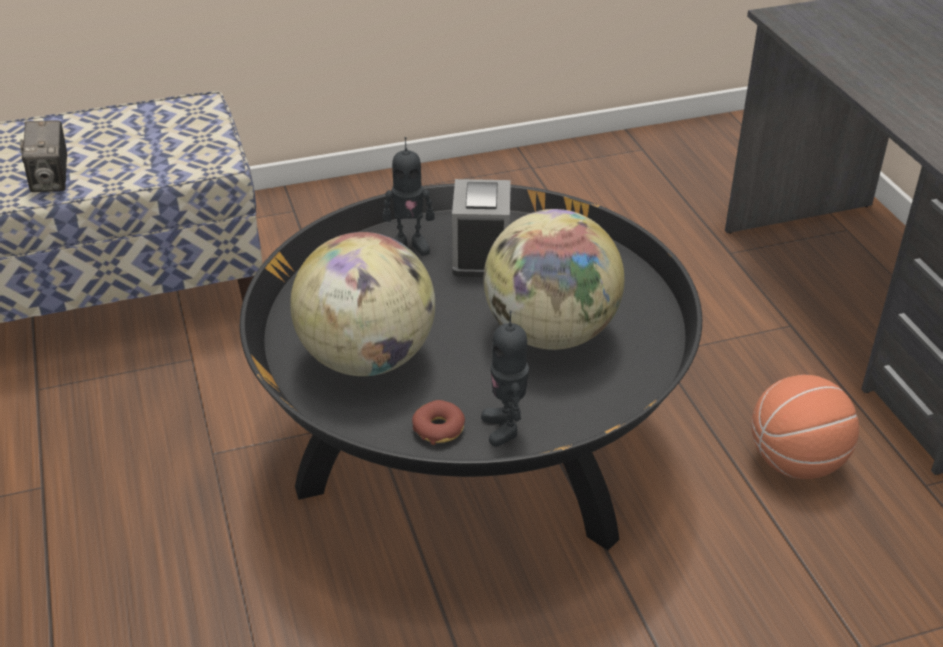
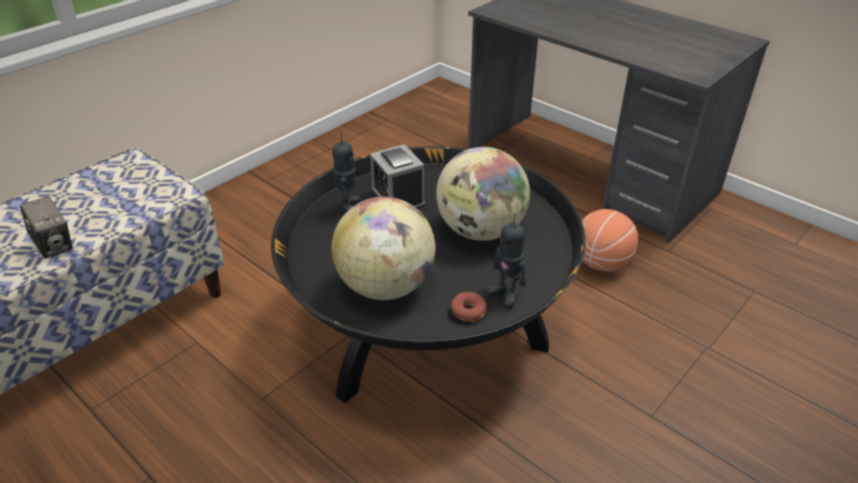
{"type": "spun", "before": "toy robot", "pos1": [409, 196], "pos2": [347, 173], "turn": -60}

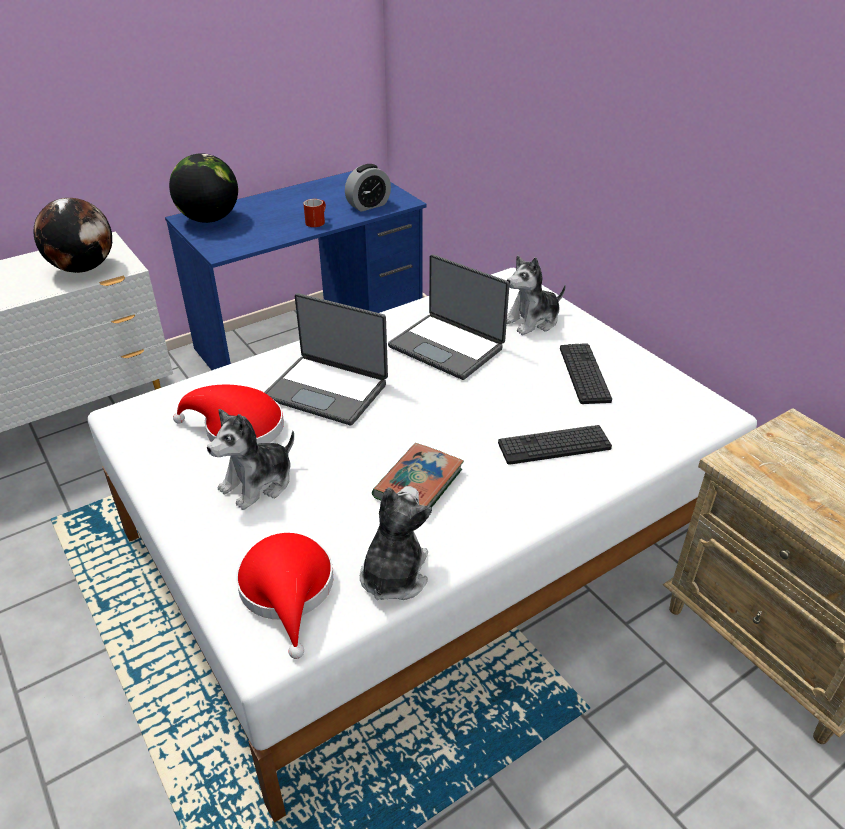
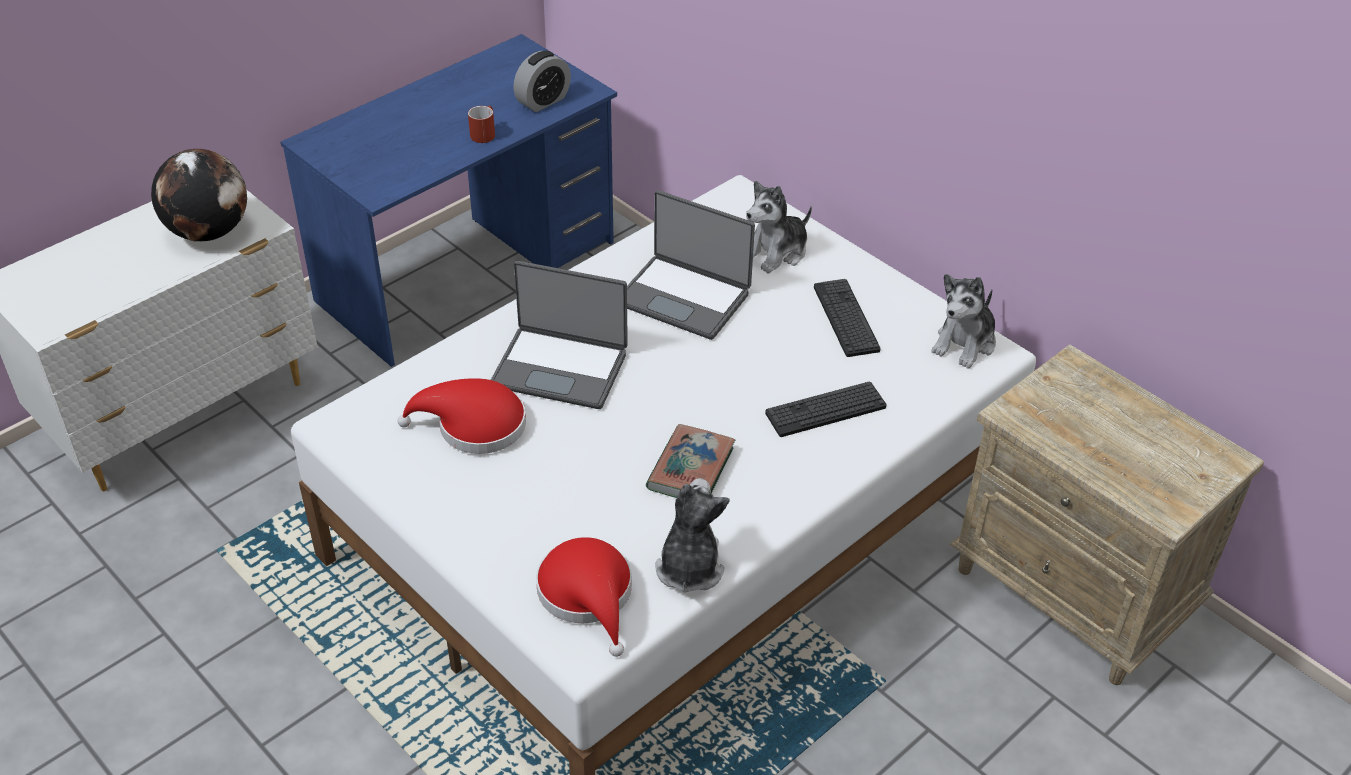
{"type": "missing", "before": "globe", "pos1": [203, 188]}
{"type": "relocated", "before": "cuddly toy", "pos1": [250, 459], "pos2": [963, 321]}

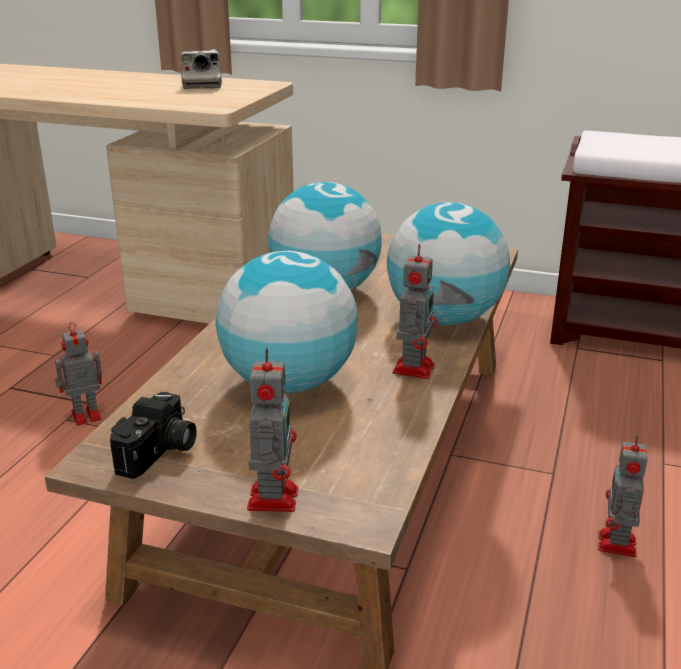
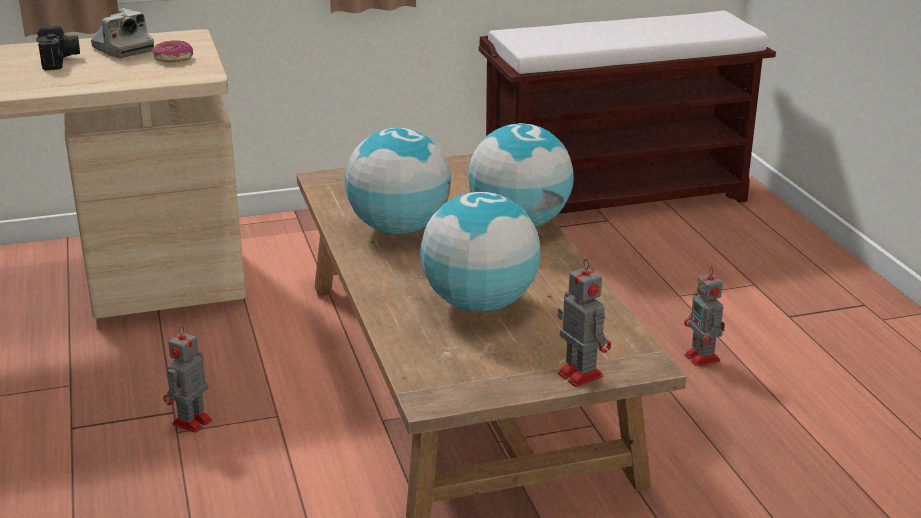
{"type": "missing", "before": "toy robot", "pos1": [415, 311]}
{"type": "relocated", "before": "still camera", "pos1": [153, 435], "pos2": [58, 48]}
{"type": "appeared", "after": "doughnut", "pos2": [172, 51]}

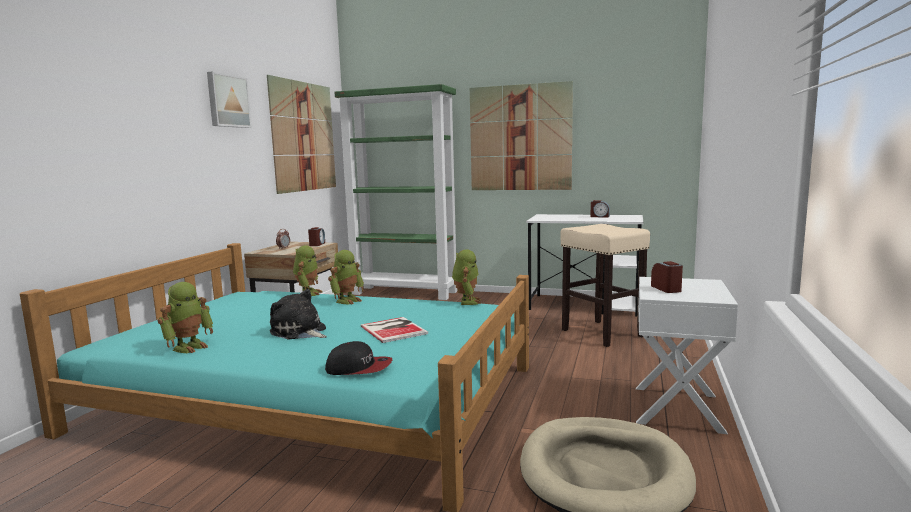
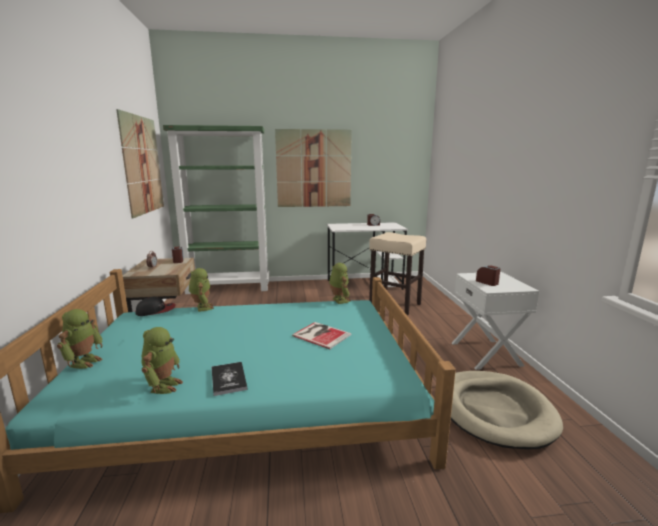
{"type": "missing", "before": "wall art", "pos1": [229, 100]}
{"type": "relocated", "before": "toy robot", "pos1": [346, 277], "pos2": [80, 339]}
{"type": "missing", "before": "cuddly toy", "pos1": [298, 314]}
{"type": "relocated", "before": "peaked cap", "pos1": [358, 358], "pos2": [155, 306]}
{"type": "appeared", "after": "book", "pos2": [229, 379]}

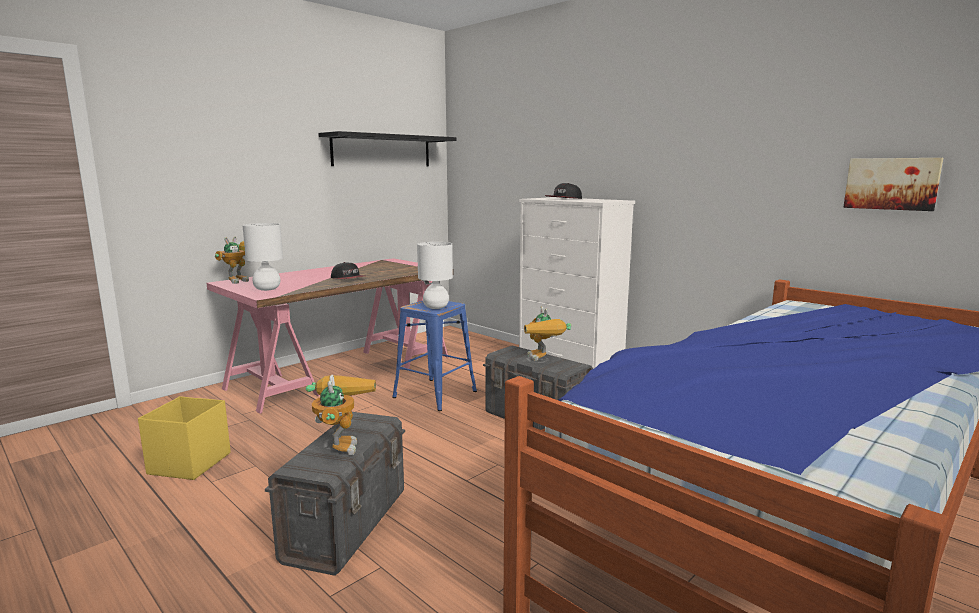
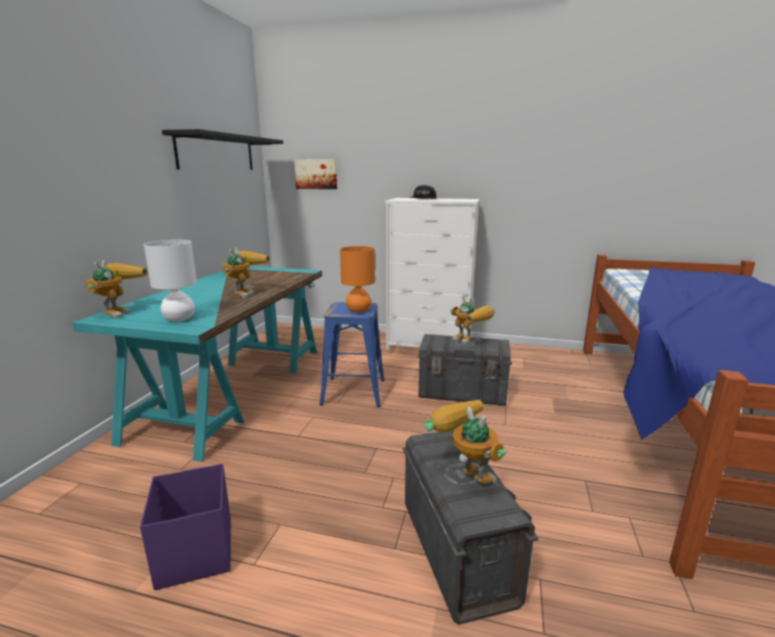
{"type": "relocated", "before": "wall art", "pos1": [893, 184], "pos2": [315, 174]}
{"type": "colour", "before": "whitish tabletop lamp", "after": "orangey tabletop lamp", "pos1": [435, 275], "pos2": [357, 279]}
{"type": "colour", "before": "pink desk unit", "after": "blue-green desk unit", "pos1": [330, 336], "pos2": [197, 364]}
{"type": "exchanged", "before": "peaked cap", "after": "toy robot", "pos1": [347, 270], "pos2": [246, 272]}
{"type": "colour", "before": "yellow storage container", "after": "purple storage container", "pos1": [184, 438], "pos2": [185, 527]}

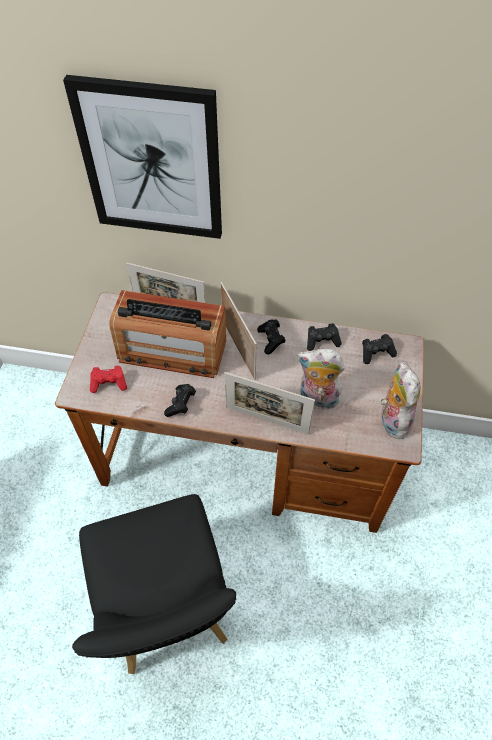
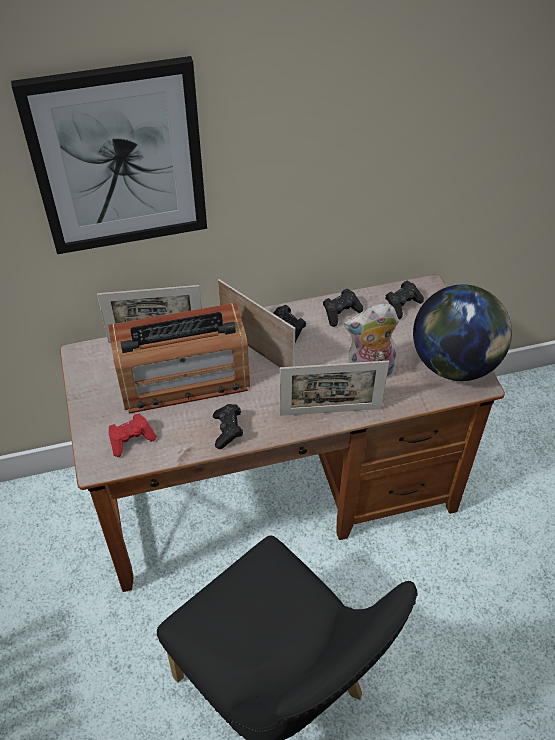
{"type": "exchanged", "before": "cuddly toy", "after": "globe", "pos1": [400, 400], "pos2": [462, 332]}

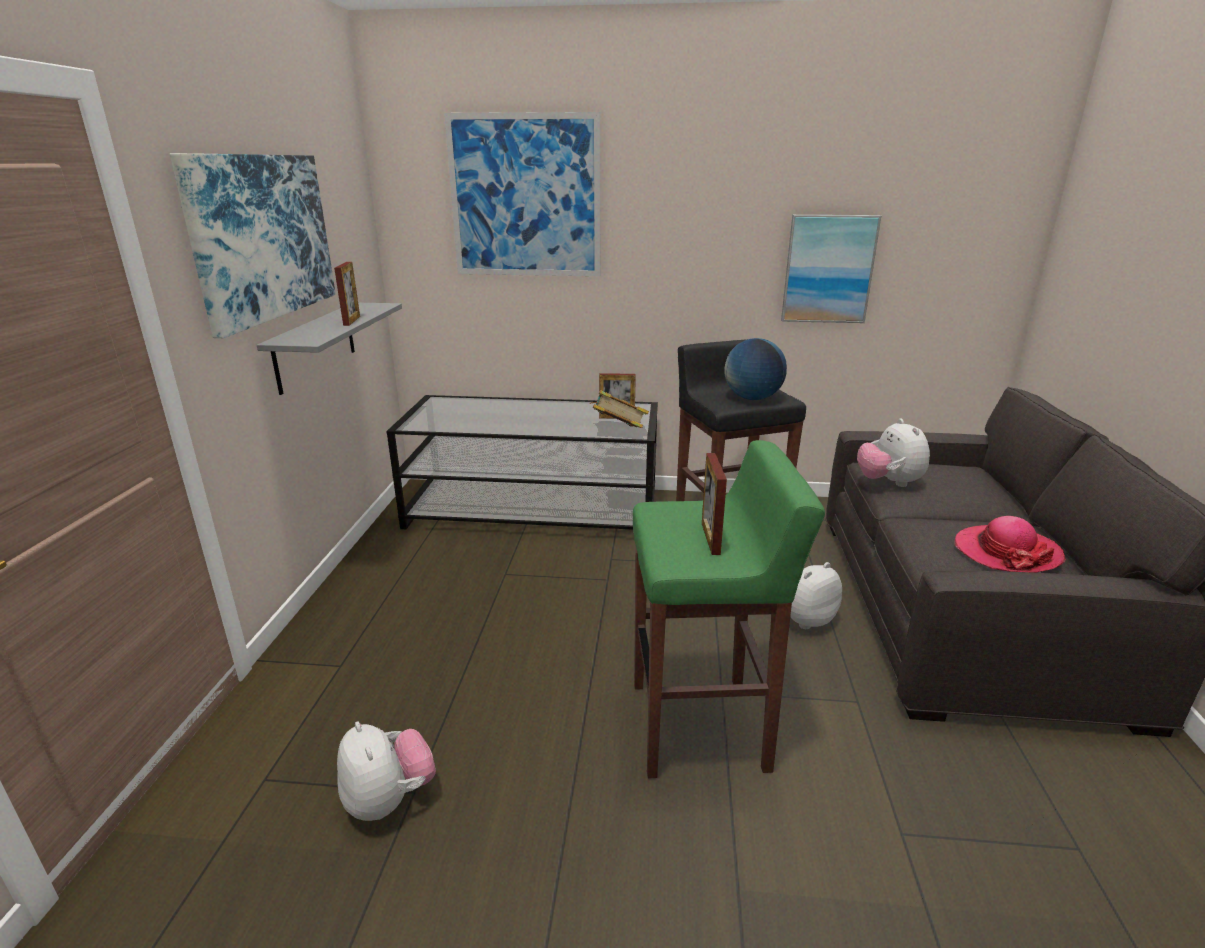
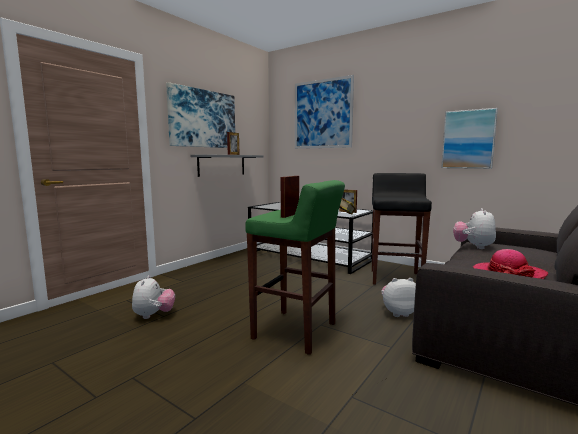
{"type": "missing", "before": "globe", "pos1": [755, 369]}

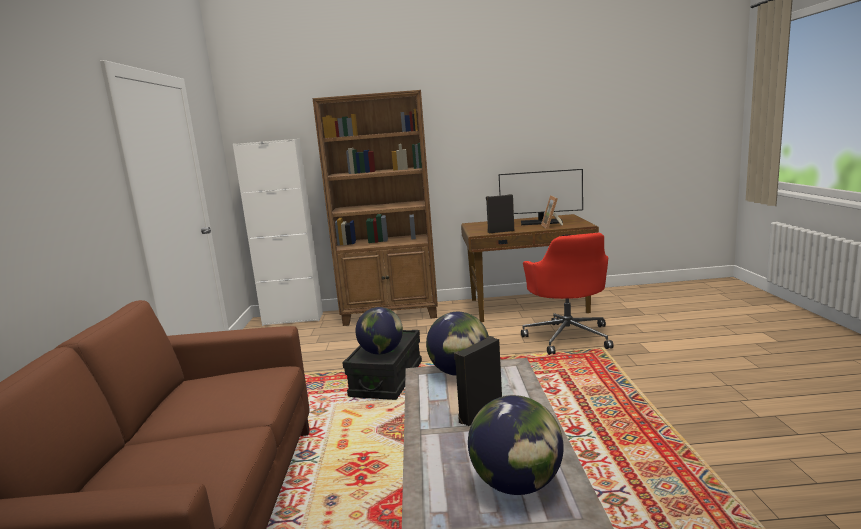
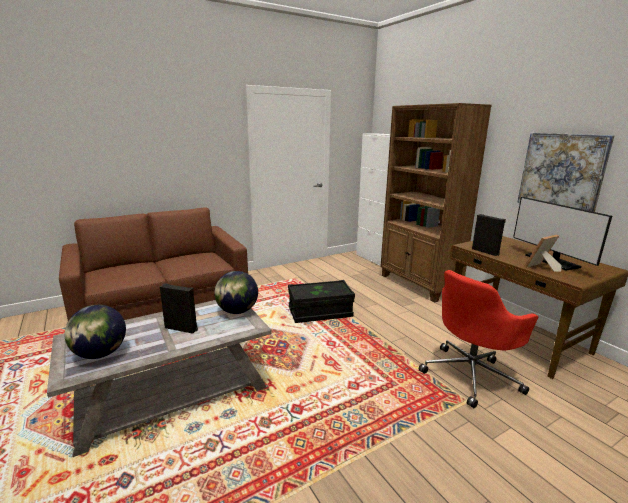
{"type": "missing", "before": "globe", "pos1": [379, 331]}
{"type": "appeared", "after": "wall art", "pos2": [566, 172]}

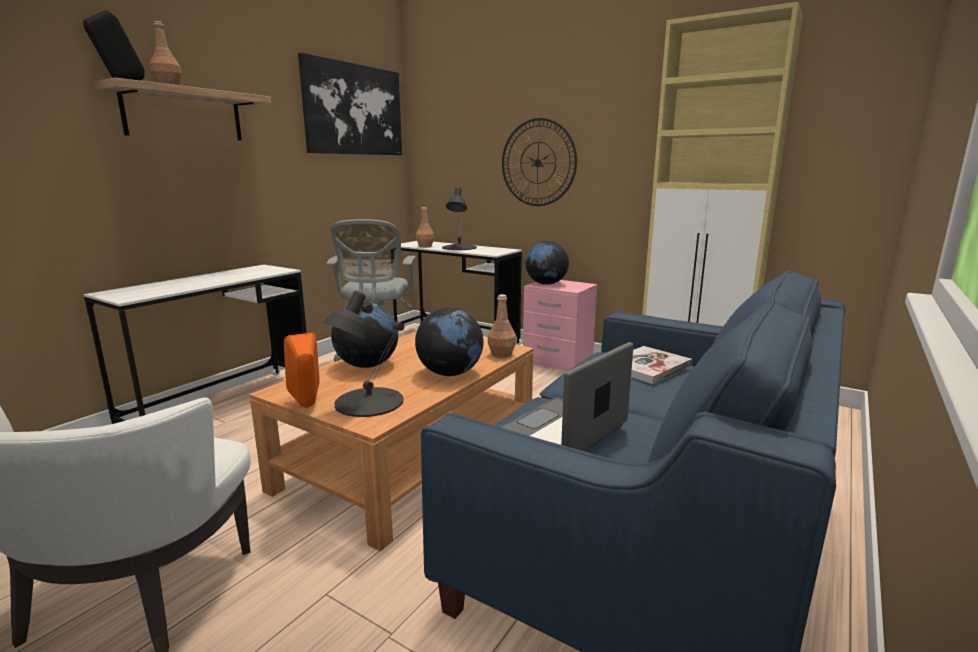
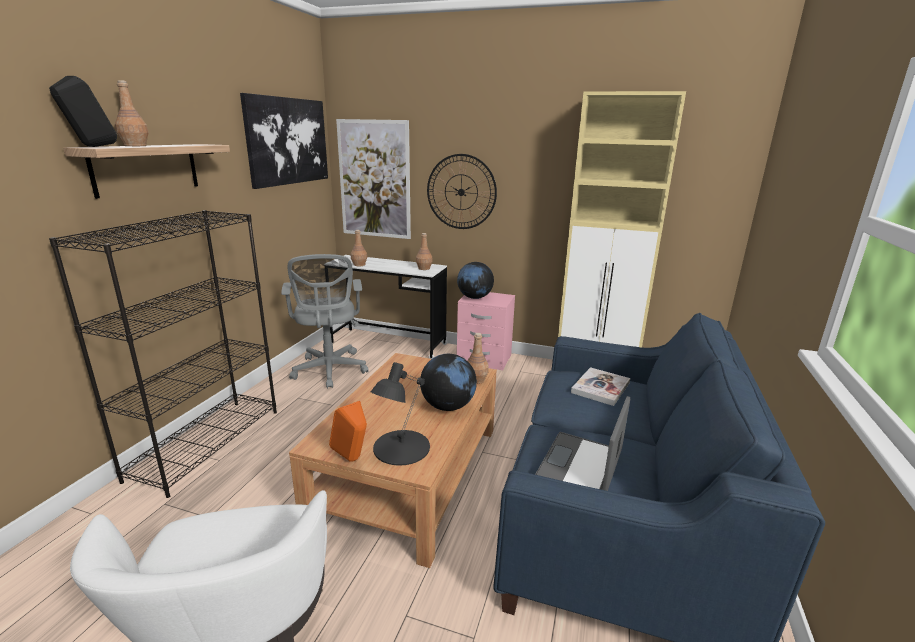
{"type": "missing", "before": "blackish tabletop lamp", "pos1": [459, 218]}
{"type": "exchanged", "before": "whitish desk unit", "after": "blackish bookcase", "pos1": [195, 344], "pos2": [163, 354]}
{"type": "missing", "before": "globe", "pos1": [364, 335]}
{"type": "appeared", "after": "wall art", "pos2": [373, 179]}
{"type": "appeared", "after": "brownish beverage bottle", "pos2": [424, 251]}

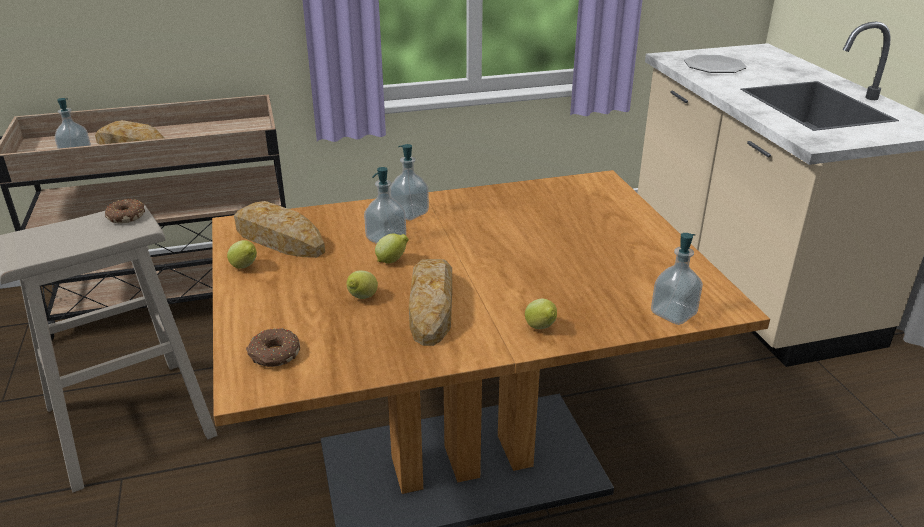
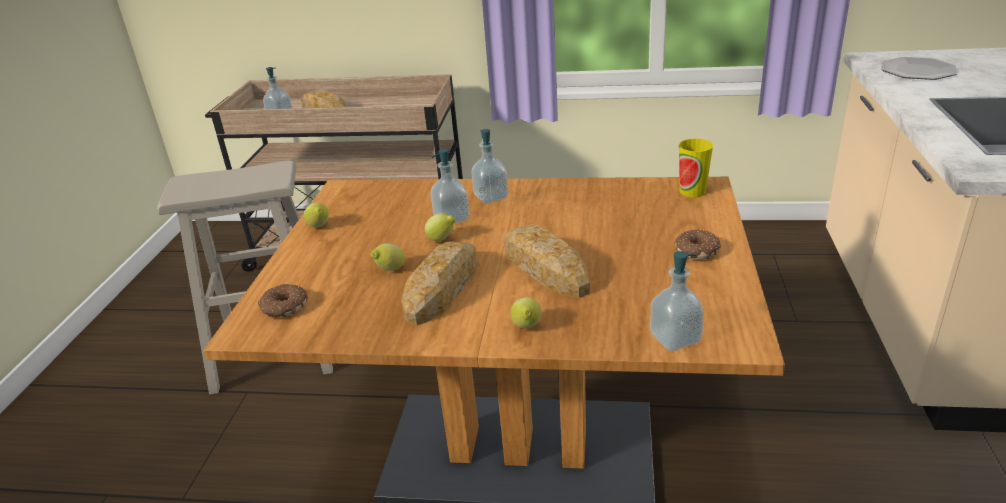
{"type": "relocated", "before": "doughnut", "pos1": [125, 211], "pos2": [697, 244]}
{"type": "relocated", "before": "bakery bread", "pos1": [279, 229], "pos2": [547, 261]}
{"type": "appeared", "after": "cup", "pos2": [696, 167]}

